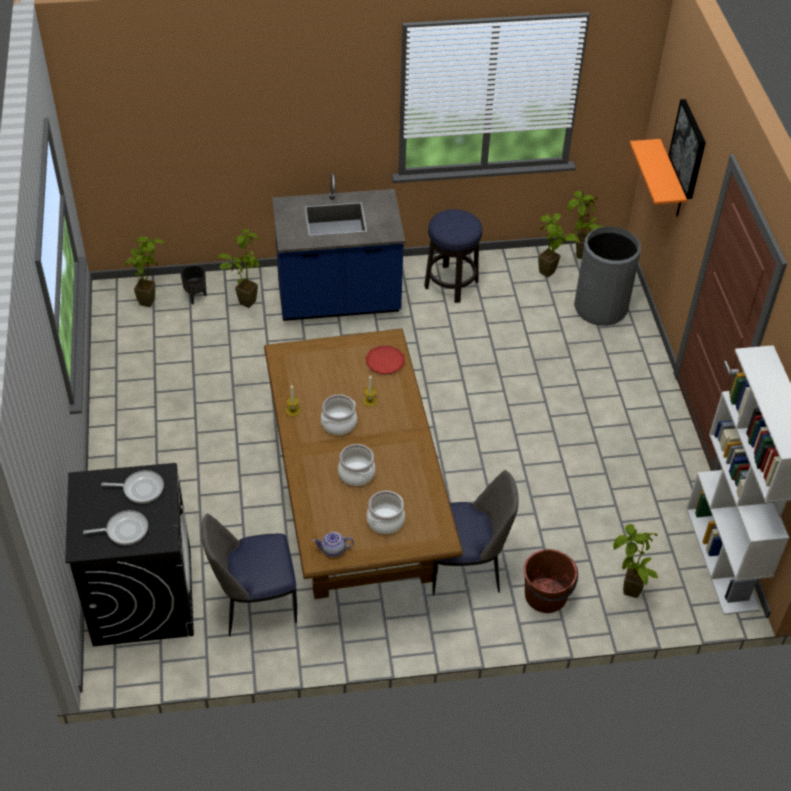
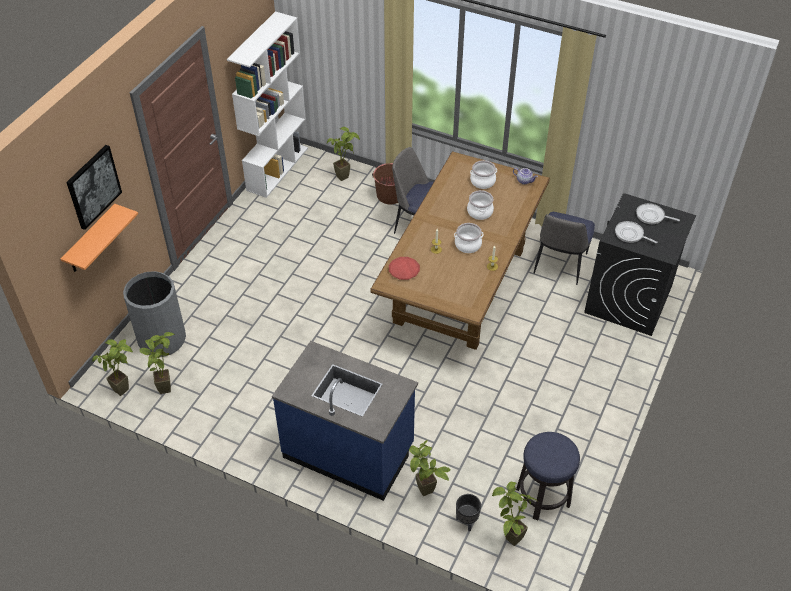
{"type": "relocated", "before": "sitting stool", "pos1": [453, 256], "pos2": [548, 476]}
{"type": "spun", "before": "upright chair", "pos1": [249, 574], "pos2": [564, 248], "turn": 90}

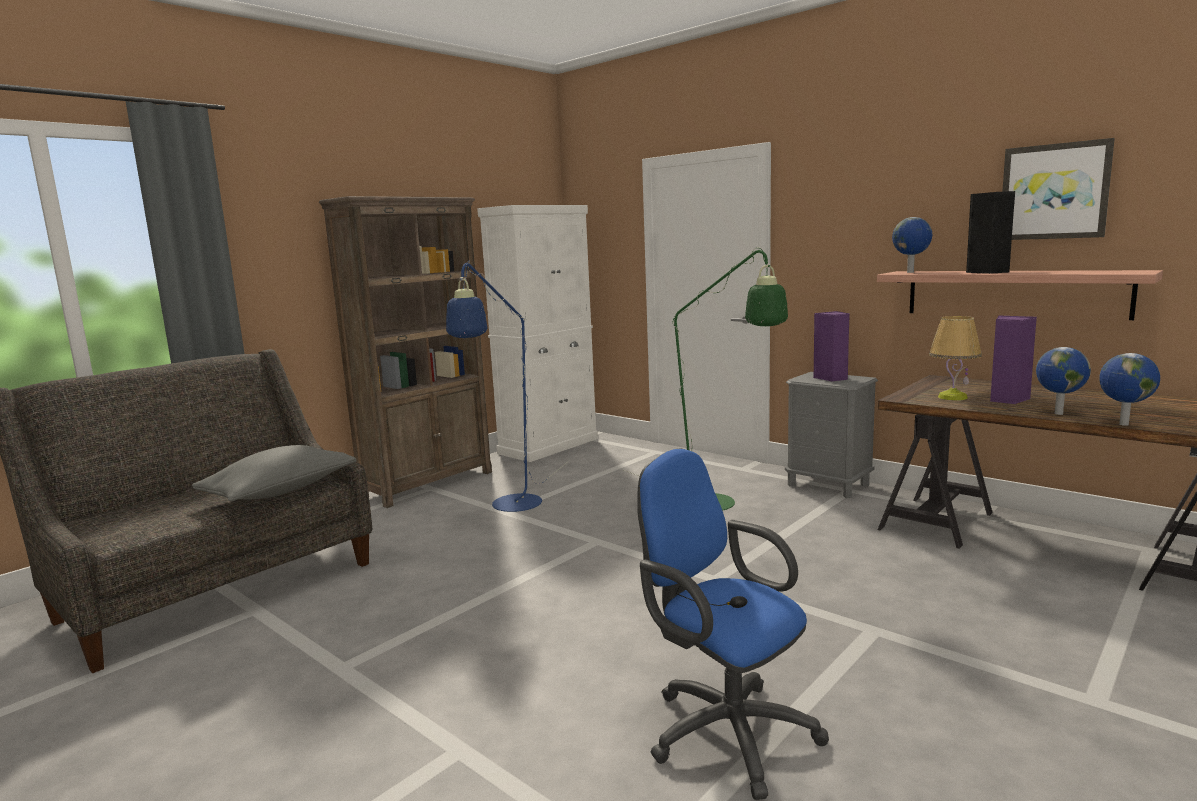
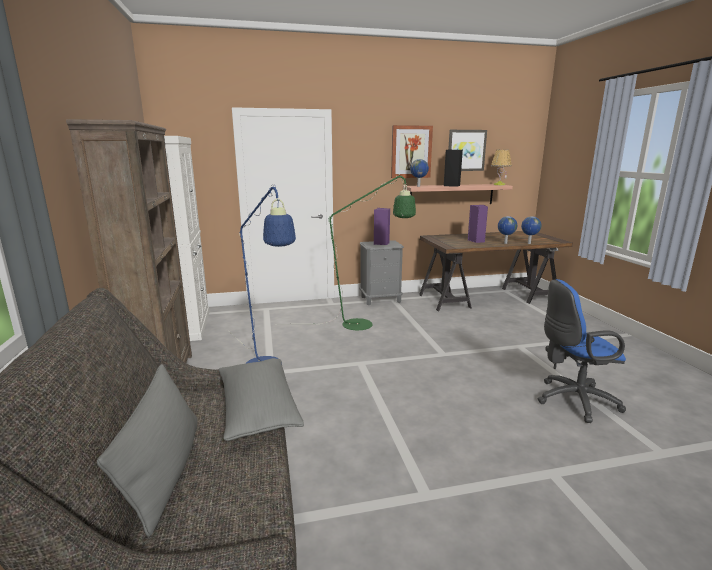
{"type": "relocated", "before": "tabletop lamp", "pos1": [955, 358], "pos2": [501, 167]}
{"type": "appeared", "after": "wall art", "pos2": [412, 151]}
{"type": "appeared", "after": "gray cushion", "pos2": [147, 450]}

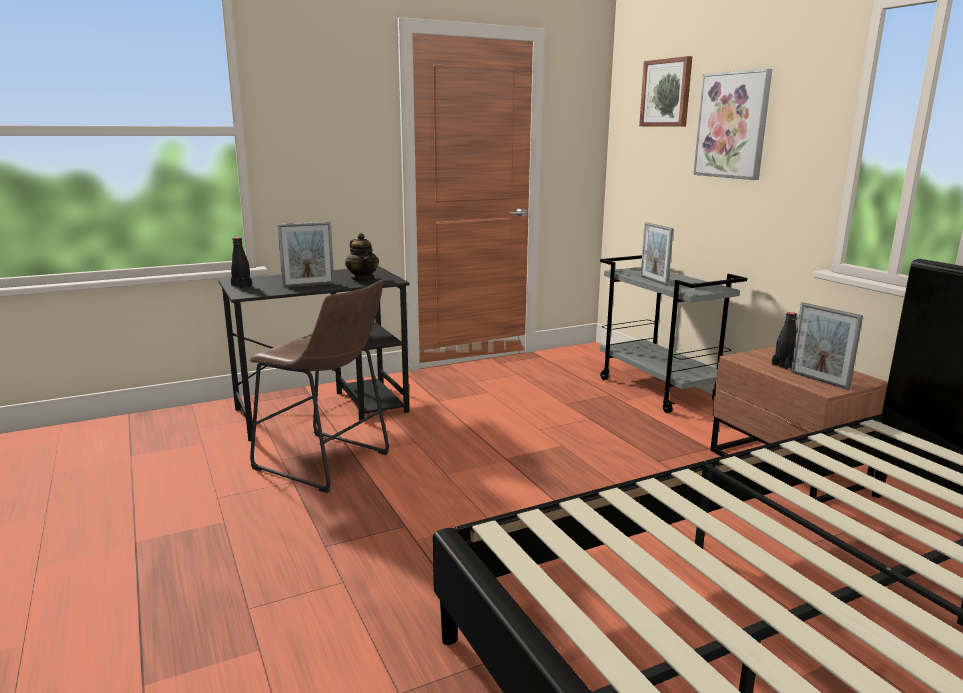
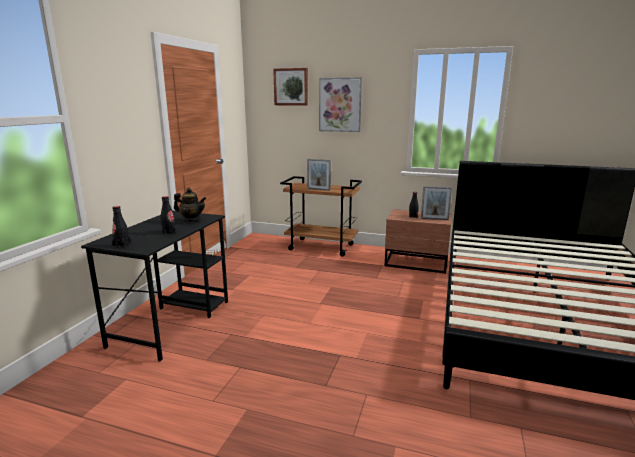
{"type": "exchanged", "before": "picture frame", "after": "blackish beverage bottle", "pos1": [305, 255], "pos2": [168, 215]}
{"type": "colour", "before": "gray cart", "after": "brownish cart", "pos1": [673, 334], "pos2": [321, 216]}
{"type": "missing", "before": "brownish sitting stool", "pos1": [319, 386]}

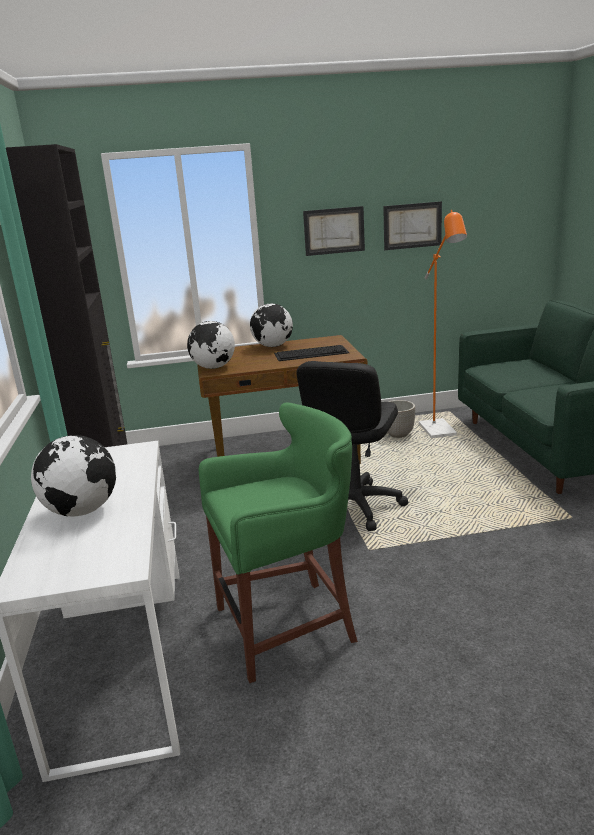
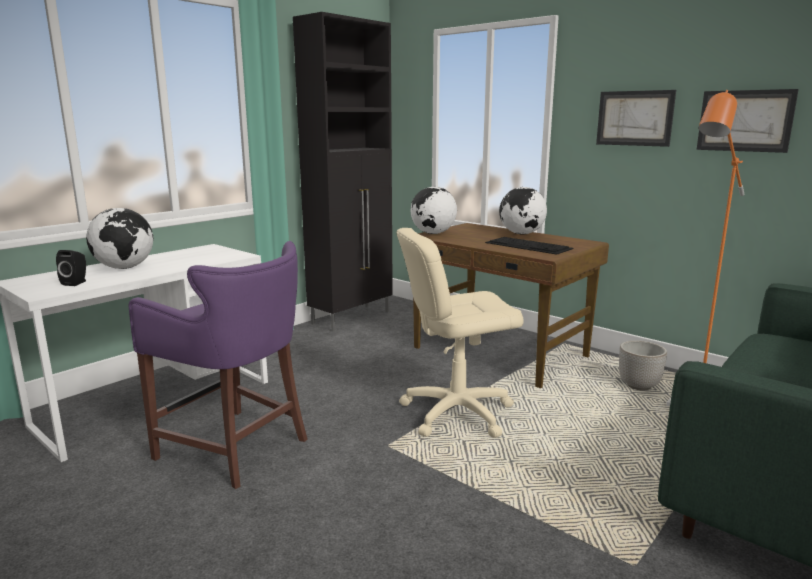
{"type": "colour", "before": "blackish computer chair", "after": "sand-coloured computer chair", "pos1": [352, 446], "pos2": [460, 333]}
{"type": "colour", "before": "green sitting stool", "after": "purple sitting stool", "pos1": [278, 542], "pos2": [218, 365]}
{"type": "appeared", "after": "blackish loudspeaker", "pos2": [71, 268]}

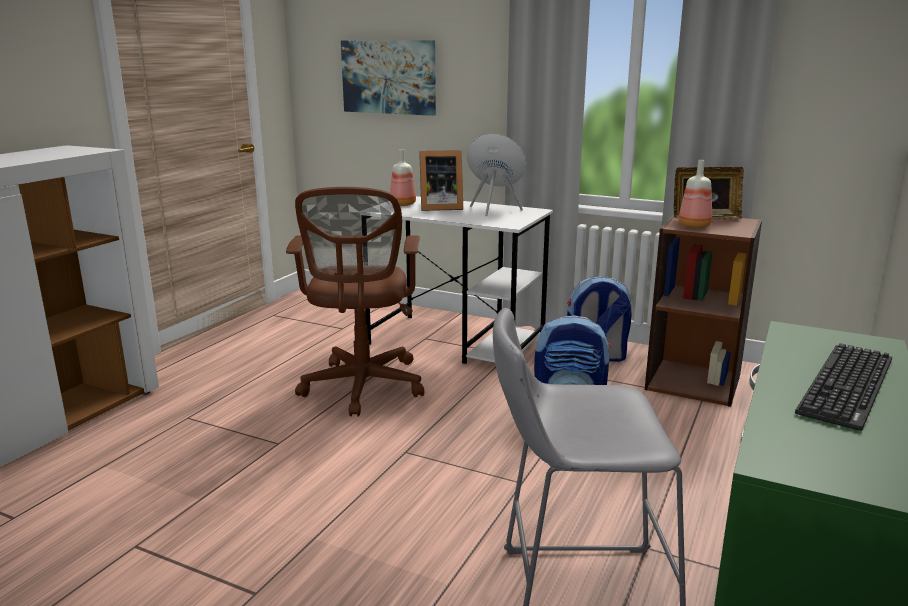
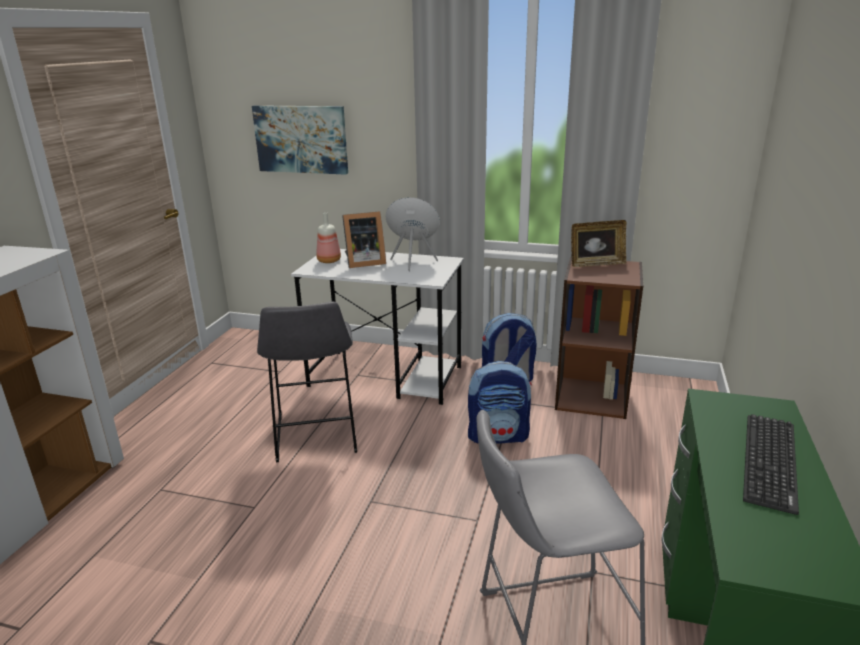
{"type": "missing", "before": "beverage bottle", "pos1": [695, 194]}
{"type": "exchanged", "before": "brownish computer chair", "after": "gray sitting stool", "pos1": [355, 302], "pos2": [307, 382]}

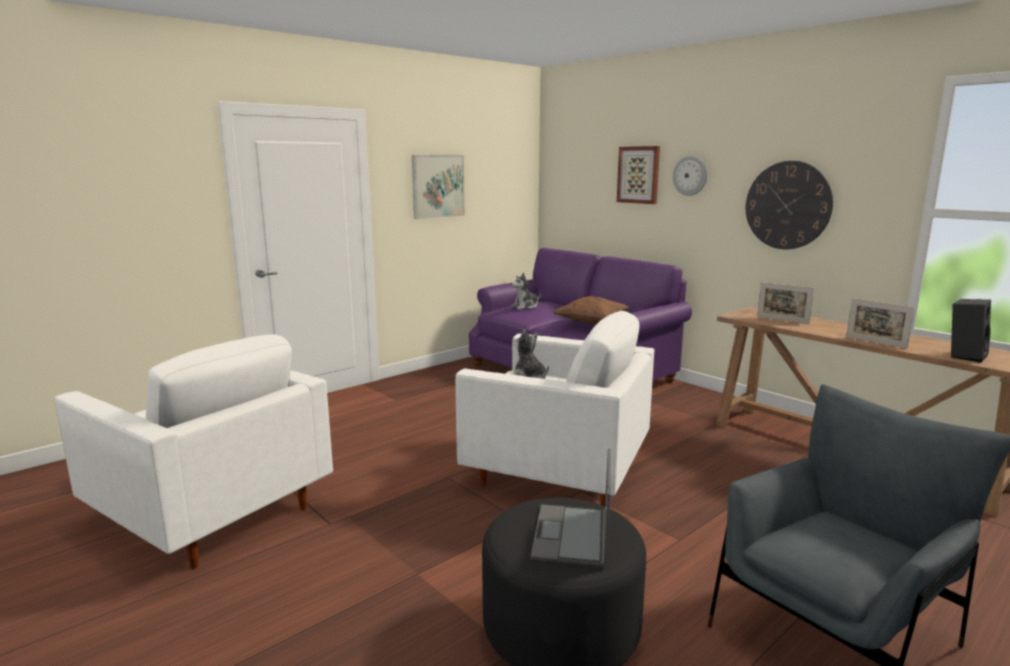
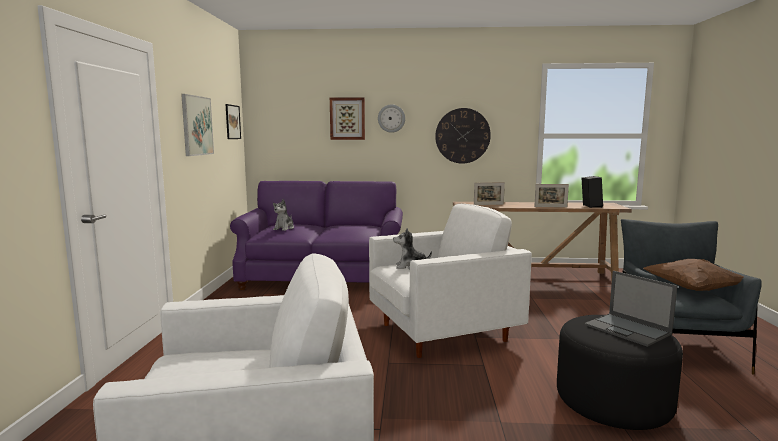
{"type": "relocated", "before": "brownish cushion", "pos1": [591, 310], "pos2": [693, 275]}
{"type": "appeared", "after": "wall art", "pos2": [233, 121]}

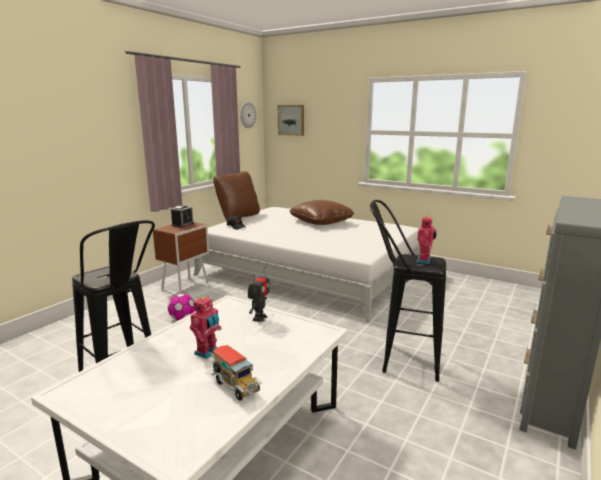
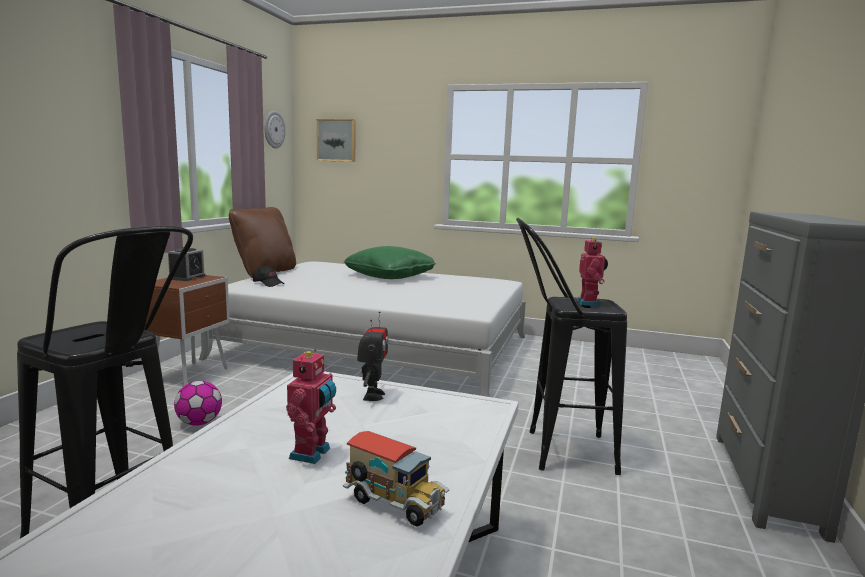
{"type": "colour", "before": "brownish cushion", "after": "green cushion", "pos1": [321, 212], "pos2": [390, 262]}

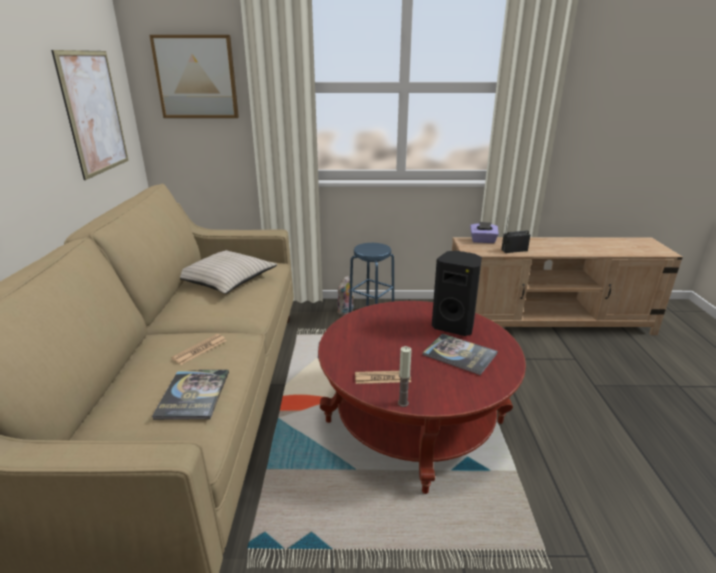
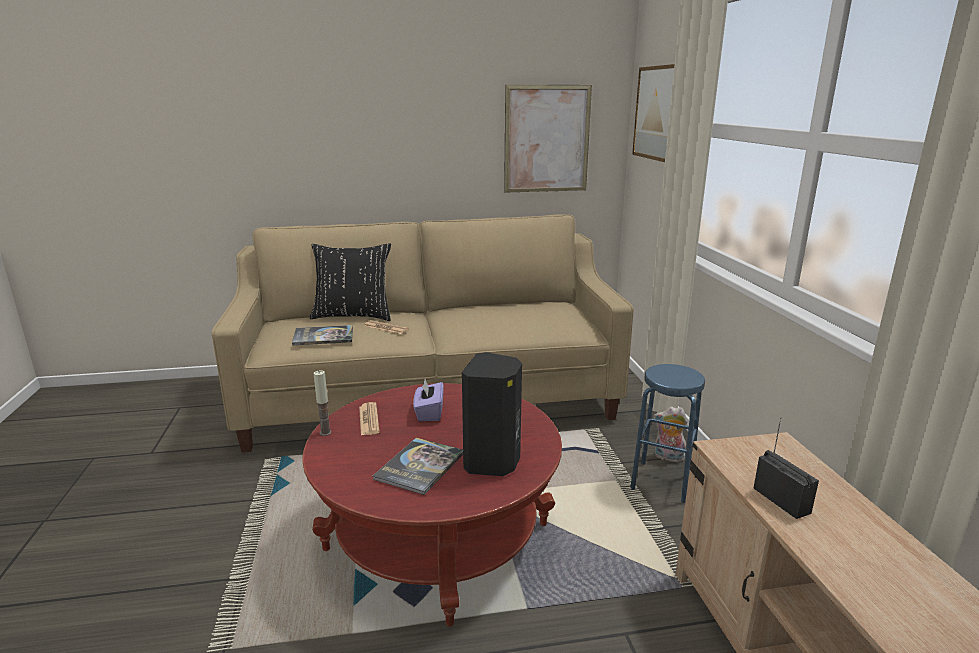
{"type": "relocated", "before": "purple tissue box", "pos1": [484, 232], "pos2": [428, 400]}
{"type": "missing", "before": "sand-coloured cushion", "pos1": [228, 272]}
{"type": "appeared", "after": "blackish cushion", "pos2": [350, 282]}

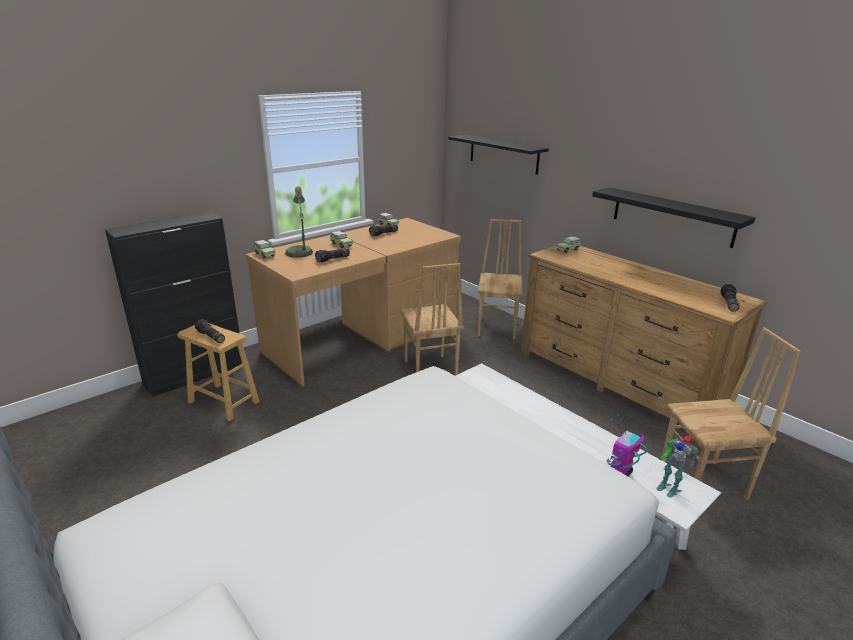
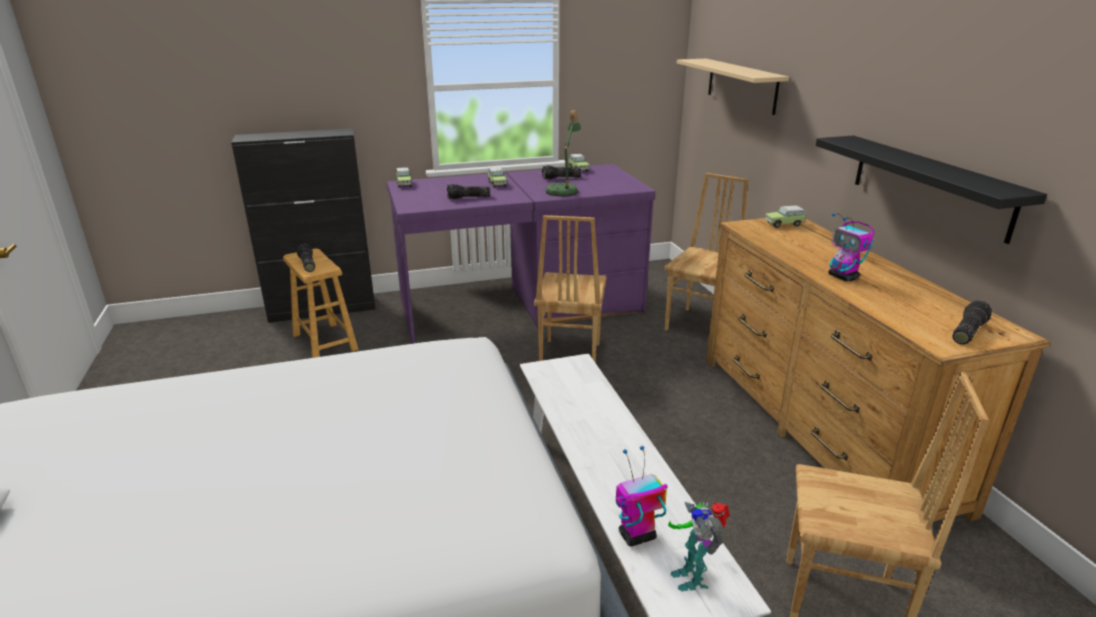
{"type": "colour", "before": "blackish bracket shelf", "after": "sand-coloured bracket shelf", "pos1": [498, 155], "pos2": [733, 87]}
{"type": "relocated", "before": "tabletop lamp", "pos1": [299, 222], "pos2": [563, 153]}
{"type": "colour", "before": "brownish desk unit", "after": "purple desk unit", "pos1": [353, 302], "pos2": [521, 254]}
{"type": "appeared", "after": "toy robot", "pos2": [851, 247]}

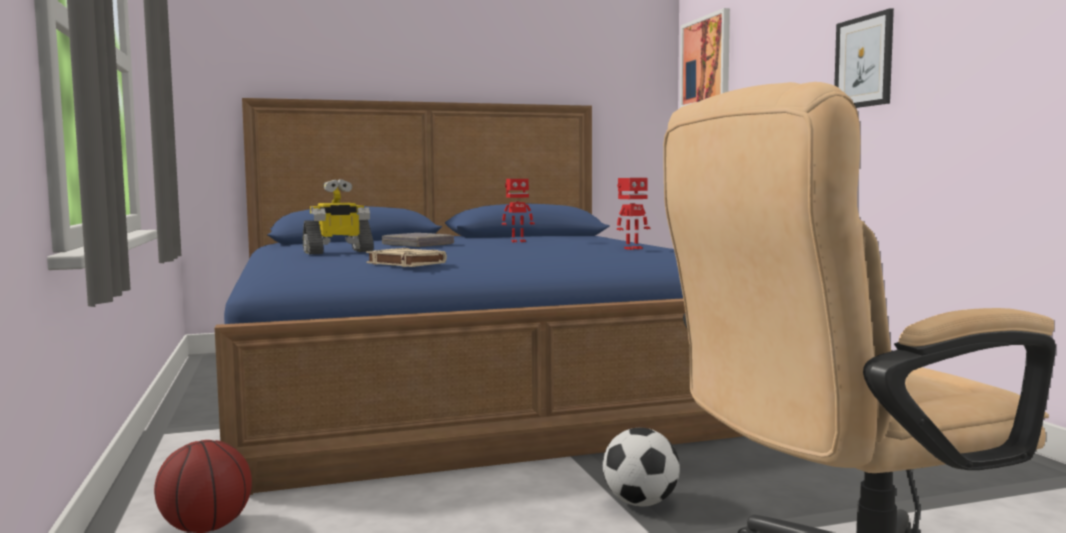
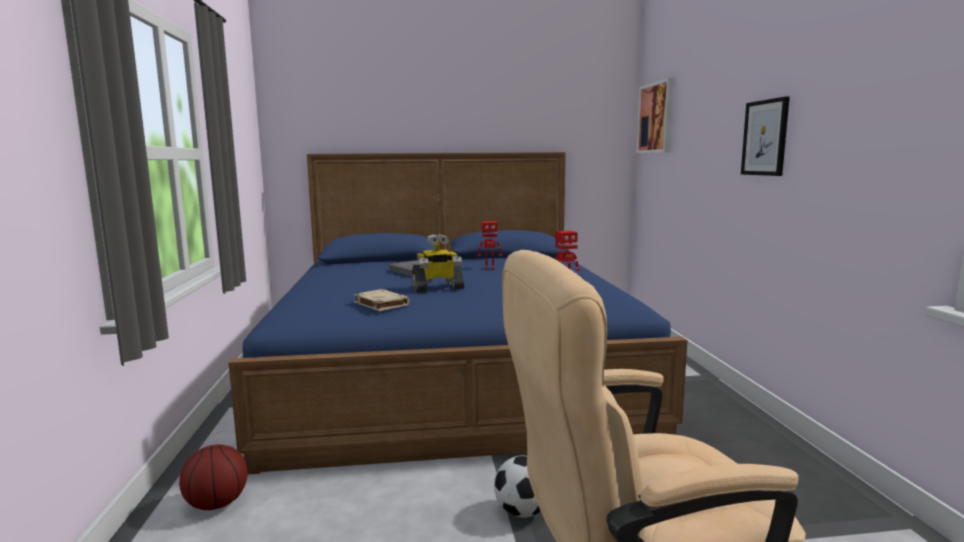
{"type": "relocated", "before": "toy robot", "pos1": [338, 216], "pos2": [438, 263]}

